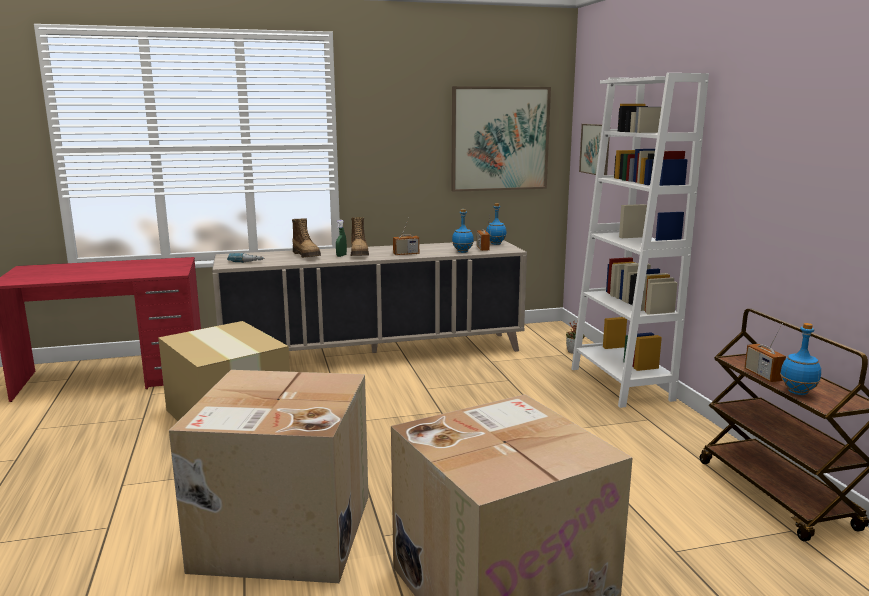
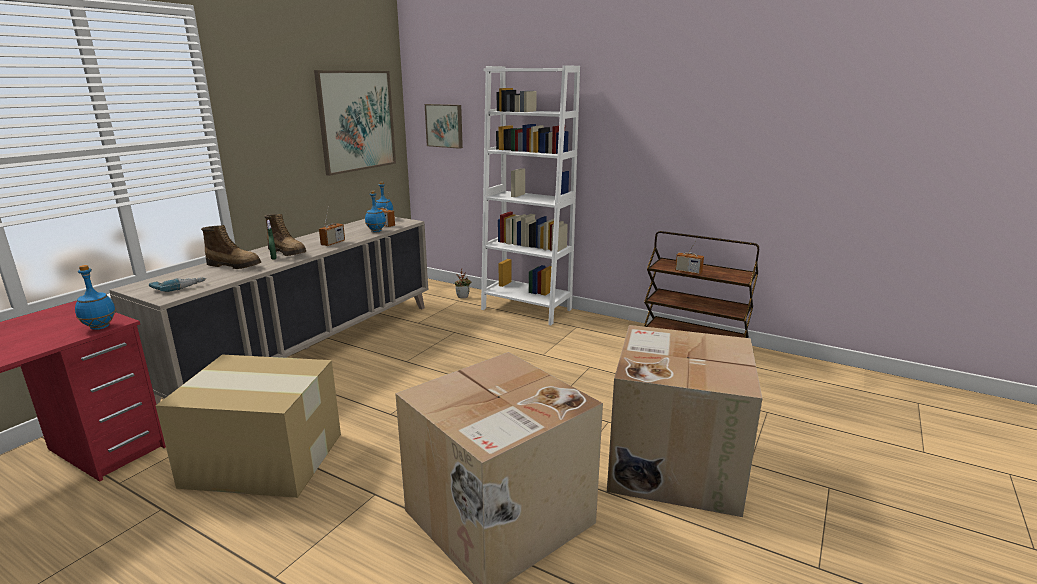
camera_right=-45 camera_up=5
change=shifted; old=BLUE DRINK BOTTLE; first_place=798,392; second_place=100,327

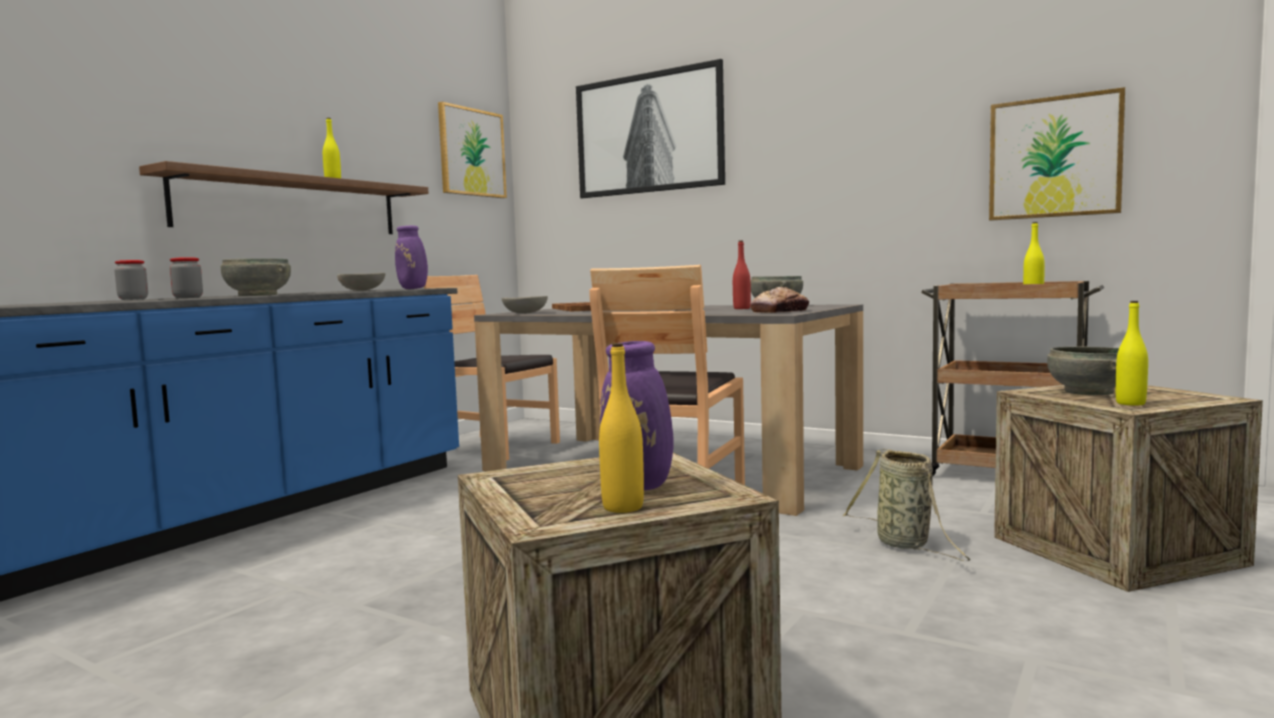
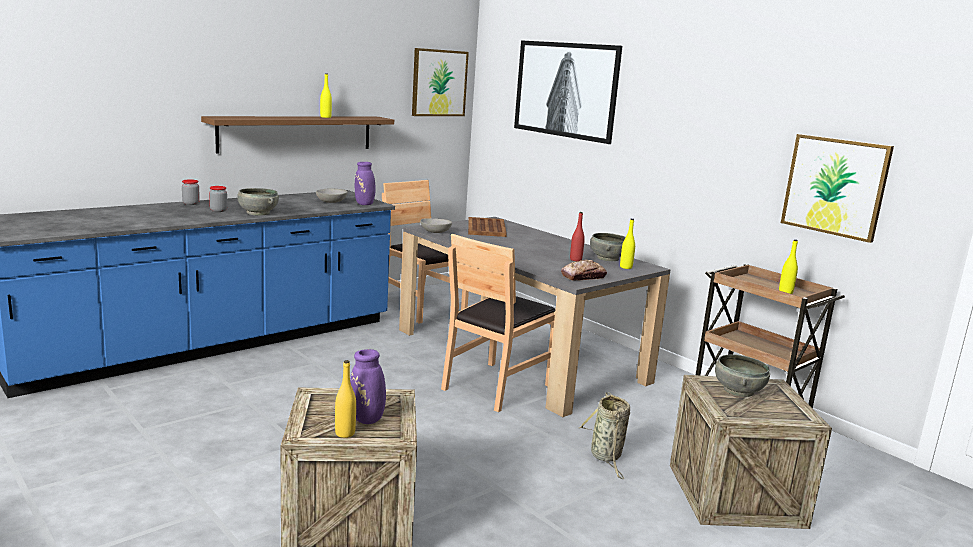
camera_right=15 camera_up=10
change=shifted; old=YELLOWISH DRINK BOTTLE; first_place=1130,403; second_place=626,267

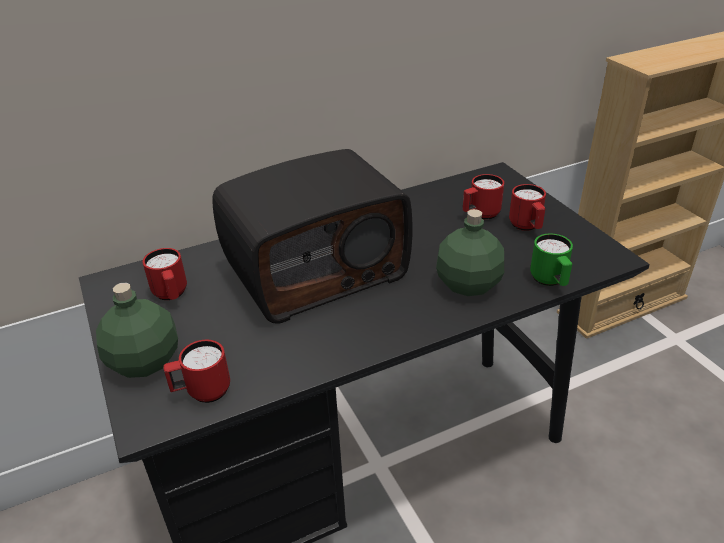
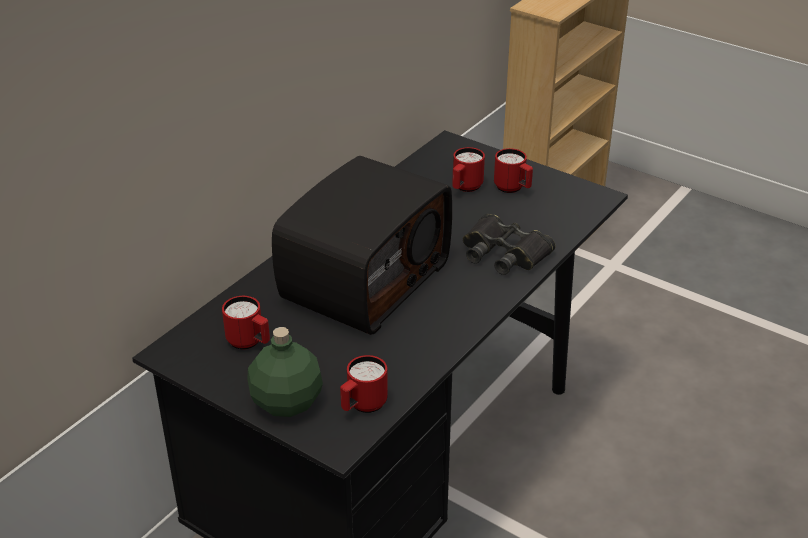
camera_right=-30 camera_up=0
change=swapped; old=GREENISH DRINK BOTTLE; new=BLACKISH PAIR OF BINOCULARS; first_place=469,285; second_place=504,253
change=gone; old=GREENISH COFFEE MUG; first_place=550,281

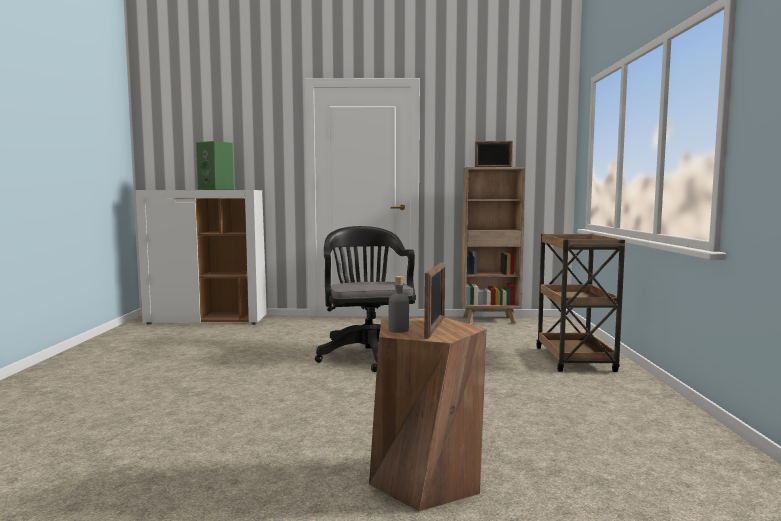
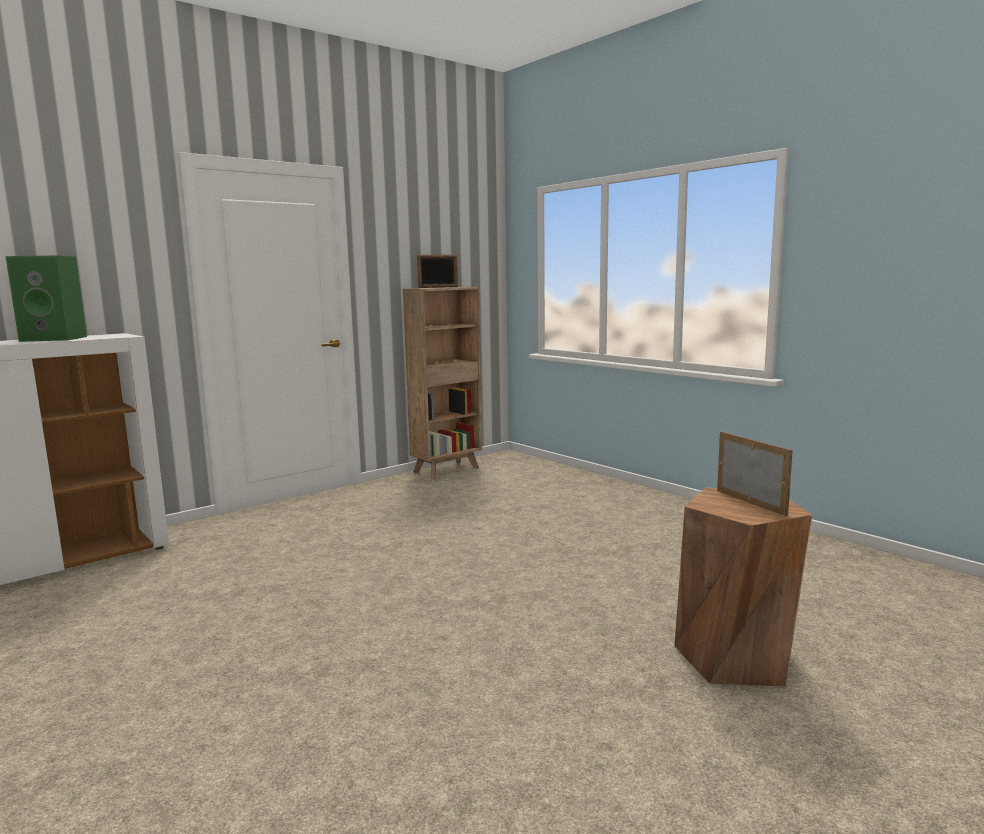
camera_right=-40 camera_up=5
change=gone; old=BLACKISH OFFICE CHAIR; first_place=367,354
change=gone; old=GREY DRINK BOTTLE; first_place=398,330
change=gone; old=BROWN-COLOURED CART; first_place=575,360

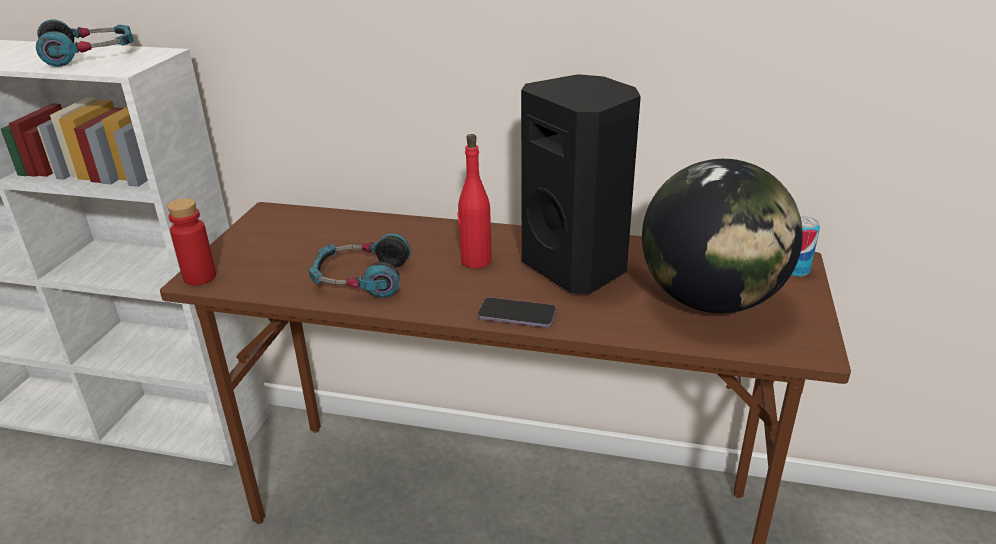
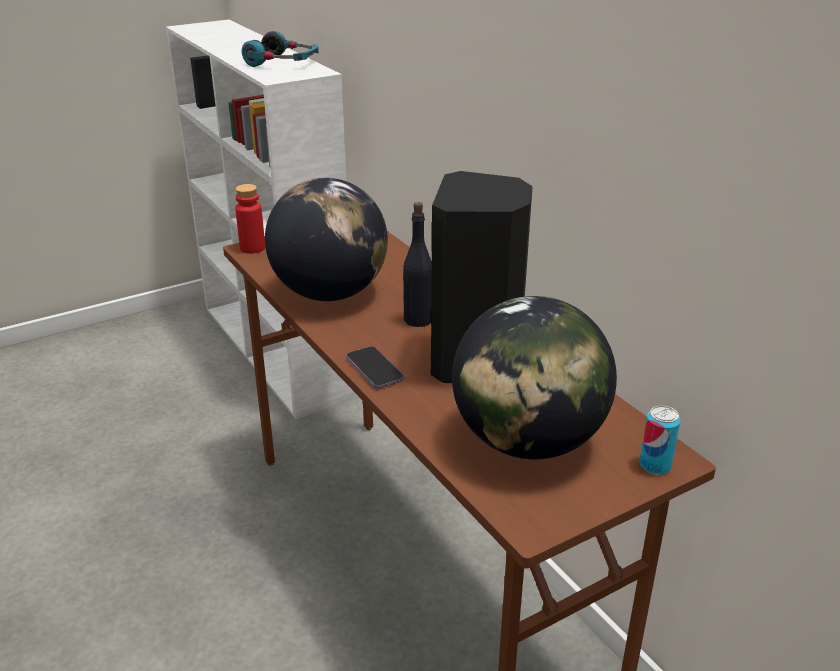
camera_right=45 camera_up=0
change=swapped; old=PAIR OF HEADPHONES; new=WORLD GLOBE; first_place=361,278; second_place=330,294
change=repainted; old=RED-COLOURED DRINK BOTTLE; new=BLACKISH DRINK BOTTLE; first_place=475,261; second_place=417,319

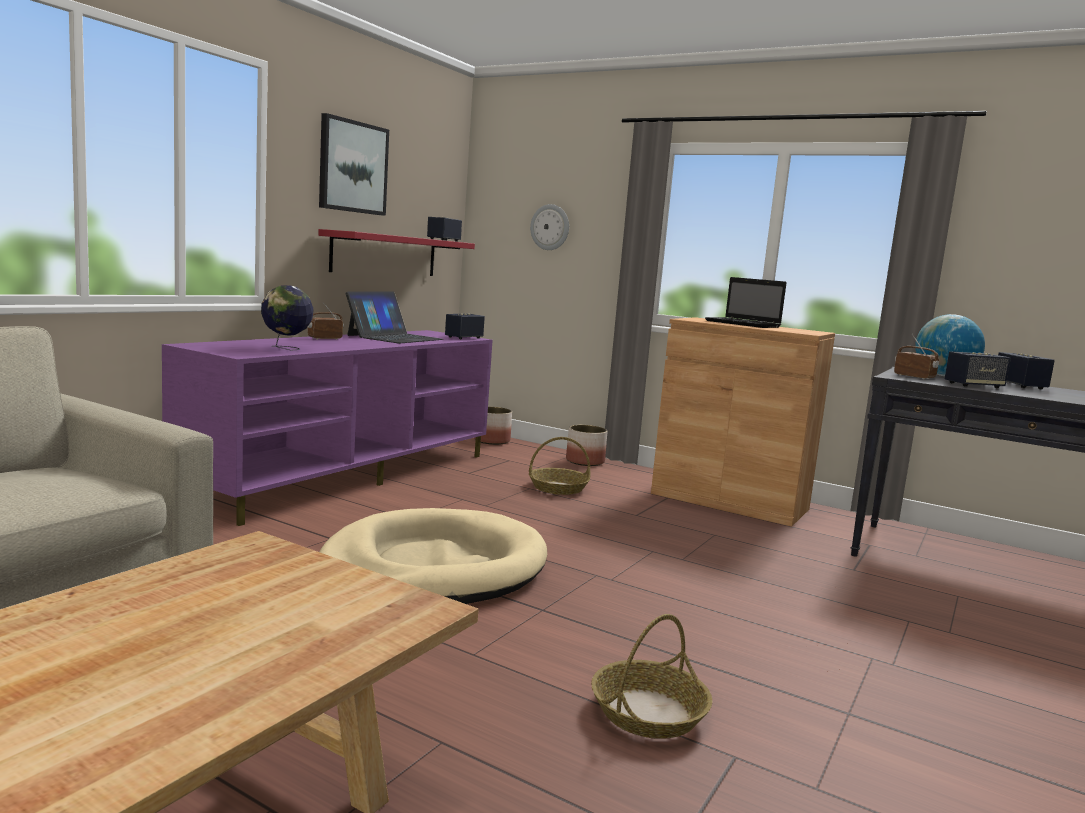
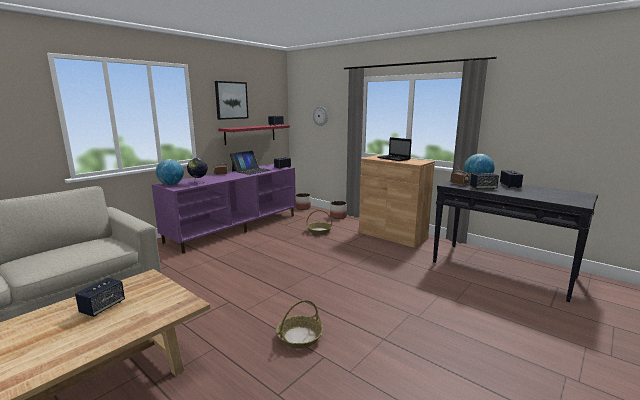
camera_right=10 camera_up=5
change=new; new=LOUDSPEAKER; second_place=103,307
change=new; new=WORLD GLOBE; second_place=171,184
change=gone; old=SAND-COLOURED PET BED; first_place=434,567

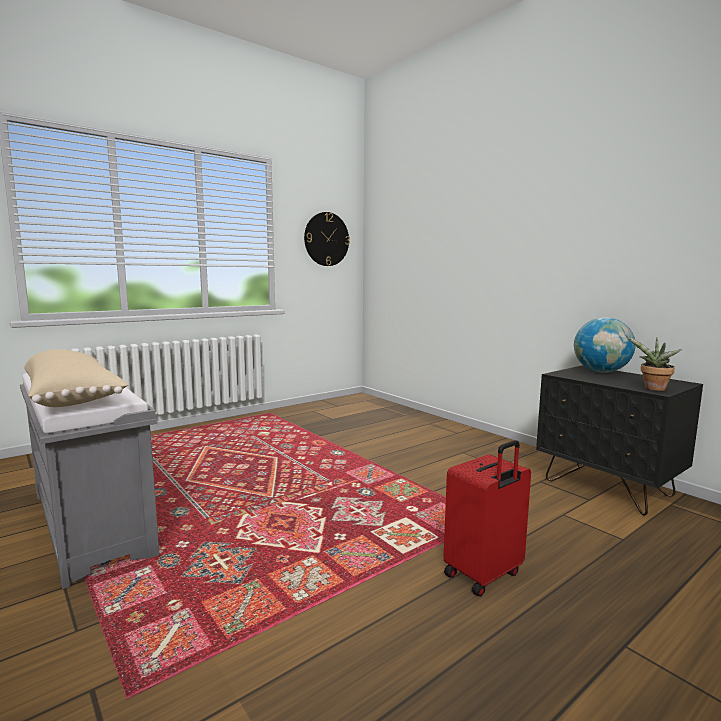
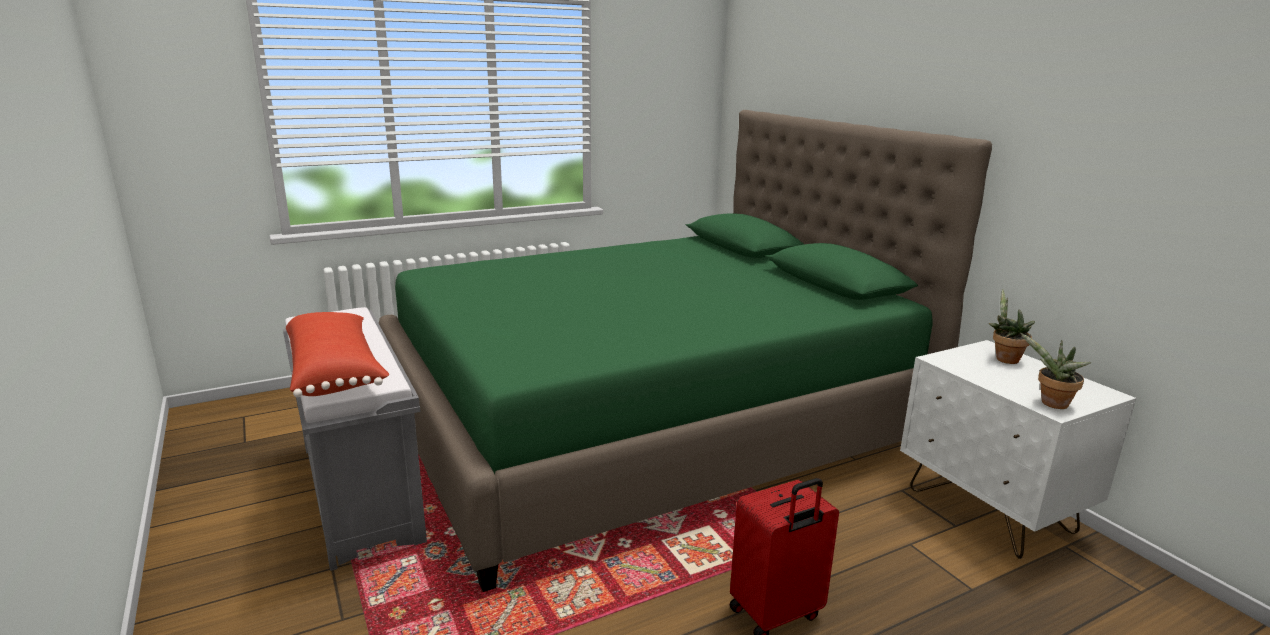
camera_right=10 camera_up=10
change=repainted; old=SAND-COLOURED PILLOW; new=RED-COLOURED PILLOW; first_place=73,397; second_place=336,372
change=new; new=GREENISH BEDROOM BED; second_place=649,422
change=repainted; old=BLACKISH BEDSIDE TABLE; new=WHITE-COLOURED BEDSIDE TABLE; first_place=608,488; second_place=990,511
change=swapped; old=WORLD GLOBE; new=POTTED PLANT; first_place=601,372; second_place=1004,358
change=gone; old=WALL CLOCK; first_place=326,239

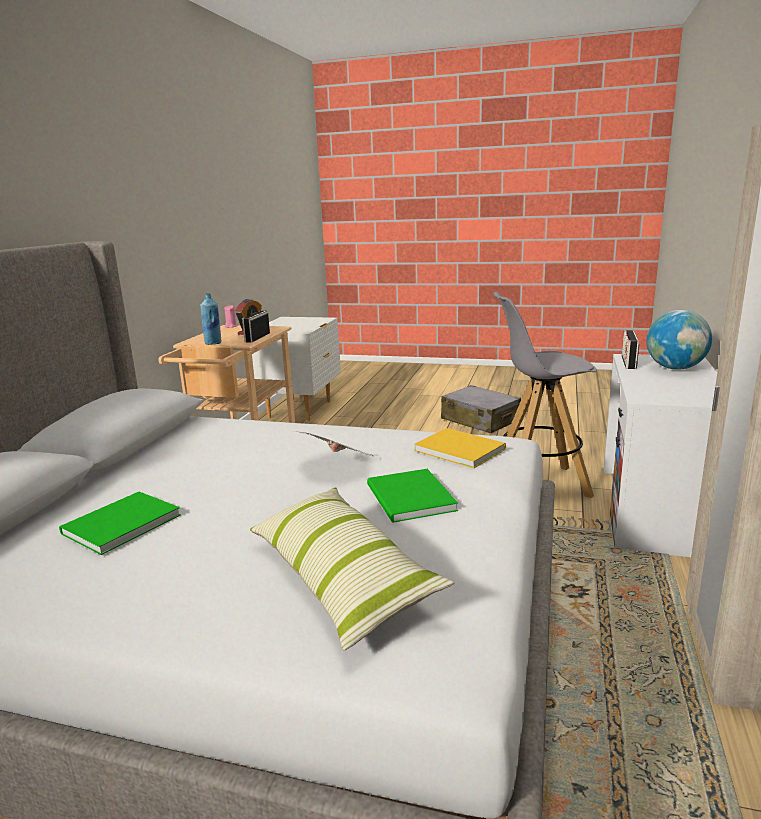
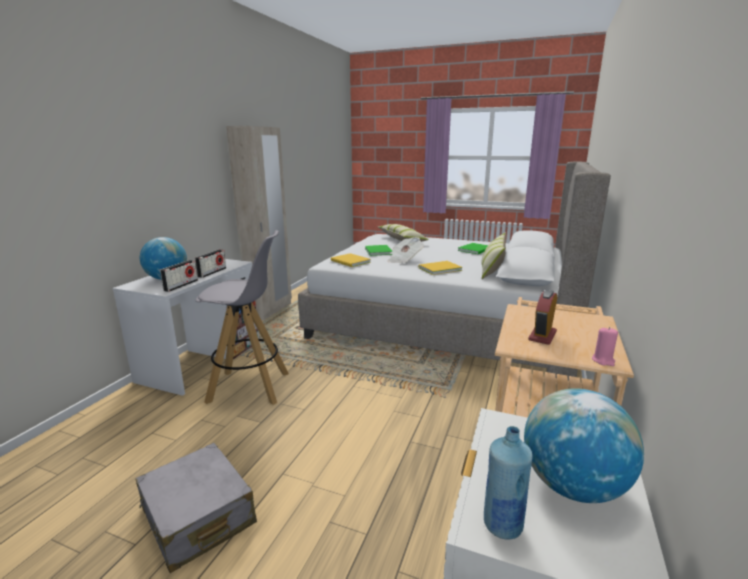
camera_right=-175 camera_up=0
change=shifted; old=RADIO RECEIVER; first_place=257,337; second_place=212,272
change=new; new=YELLOWISH BOUND BOOK; second_place=438,269
change=new; new=PILLOW; second_place=492,269
change=shifted; old=BLUE DRINK BOTTLE; first_place=213,343; second_place=502,525
change=new; new=WORLD GLOBE; second_place=572,486

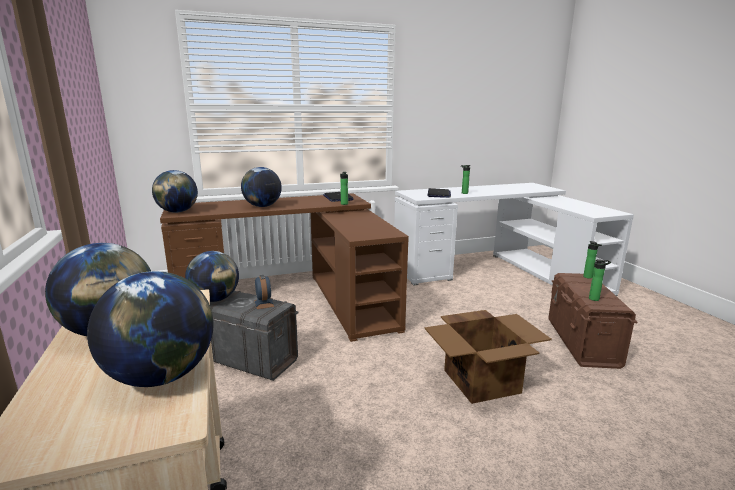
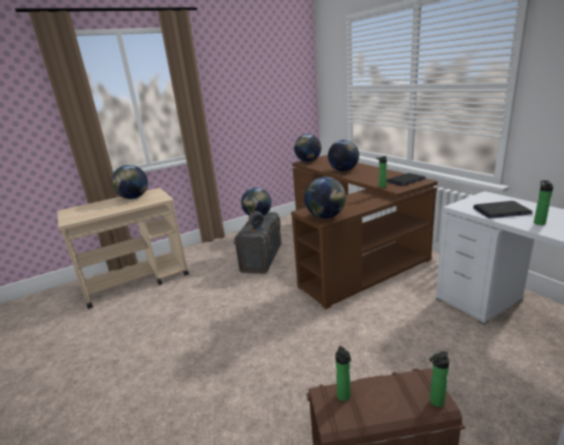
camera_right=80 camera_up=5
change=shifted; old=WORLD GLOBE; first_place=162,376; second_place=325,217
change=gone; old=CARDBOARD BOX; first_place=482,381

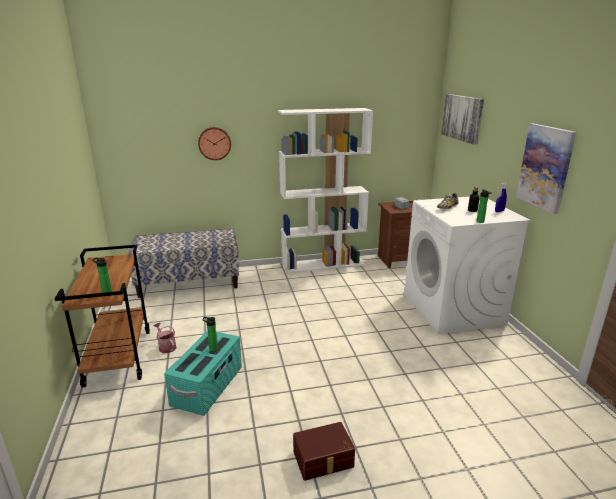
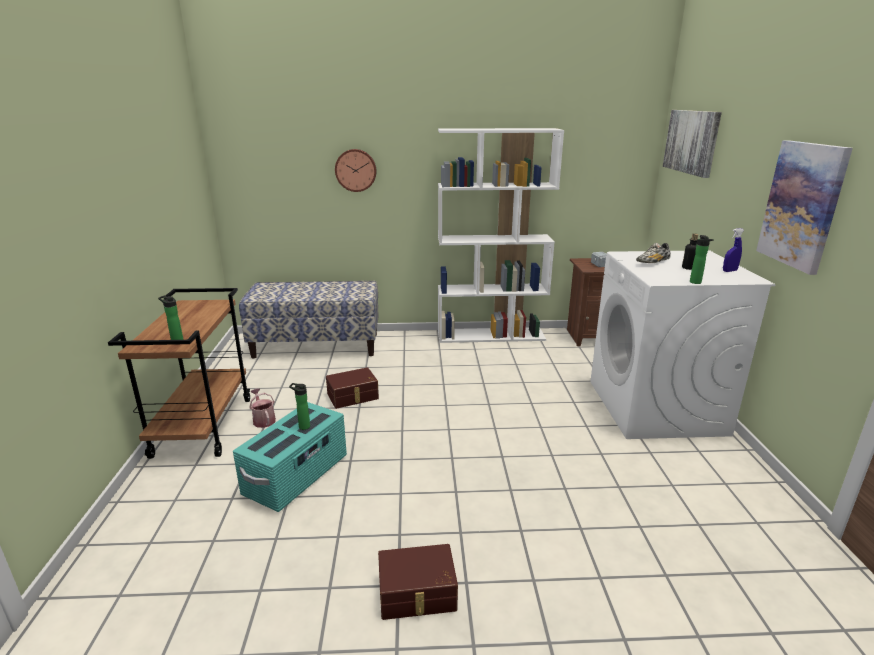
camera_right=10 camera_up=0
change=new; new=BROWN-COLOURED STORAGE BIN; second_place=353,396

